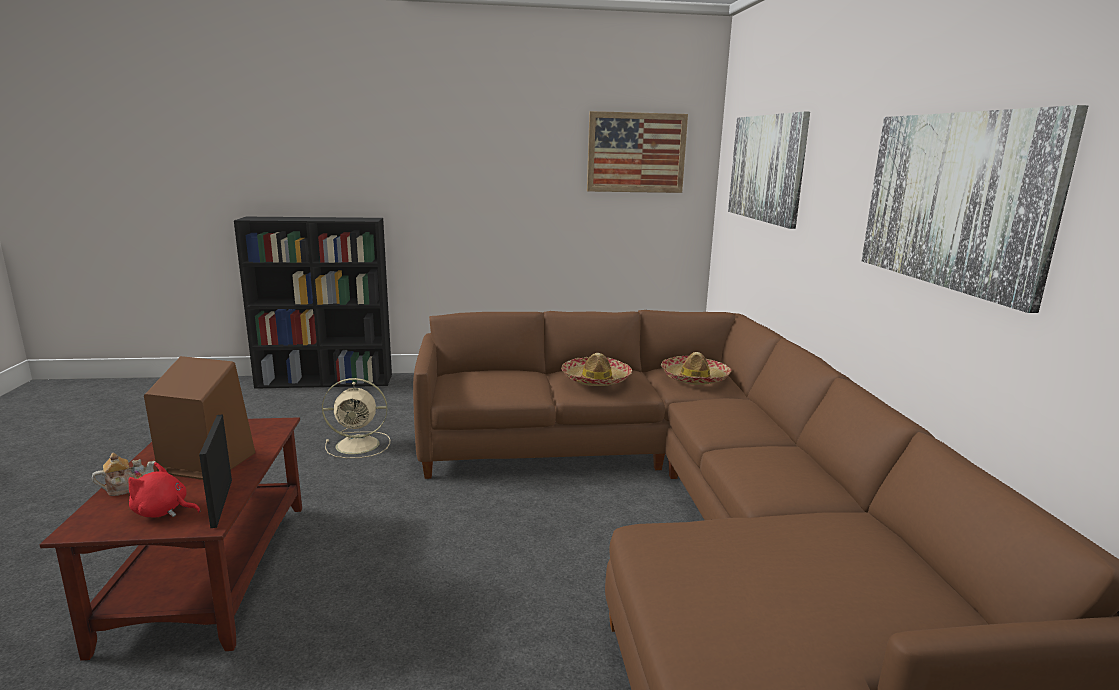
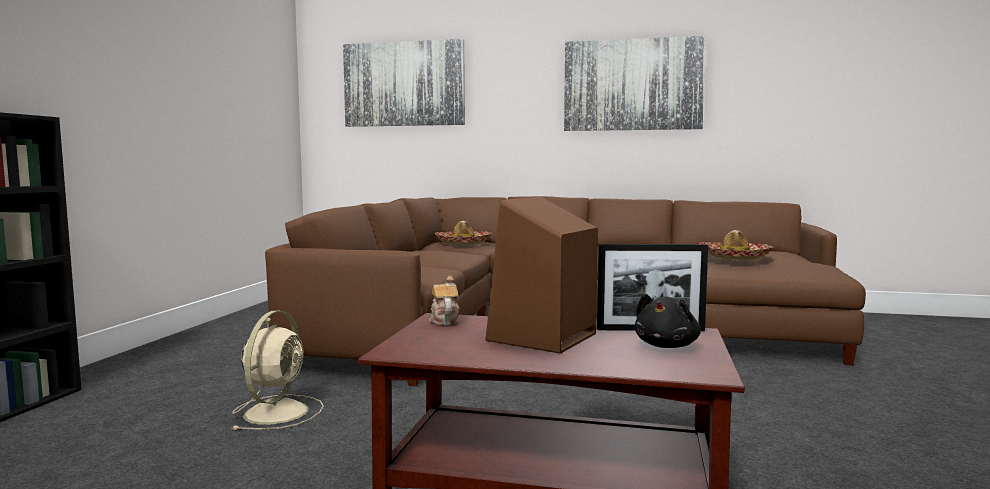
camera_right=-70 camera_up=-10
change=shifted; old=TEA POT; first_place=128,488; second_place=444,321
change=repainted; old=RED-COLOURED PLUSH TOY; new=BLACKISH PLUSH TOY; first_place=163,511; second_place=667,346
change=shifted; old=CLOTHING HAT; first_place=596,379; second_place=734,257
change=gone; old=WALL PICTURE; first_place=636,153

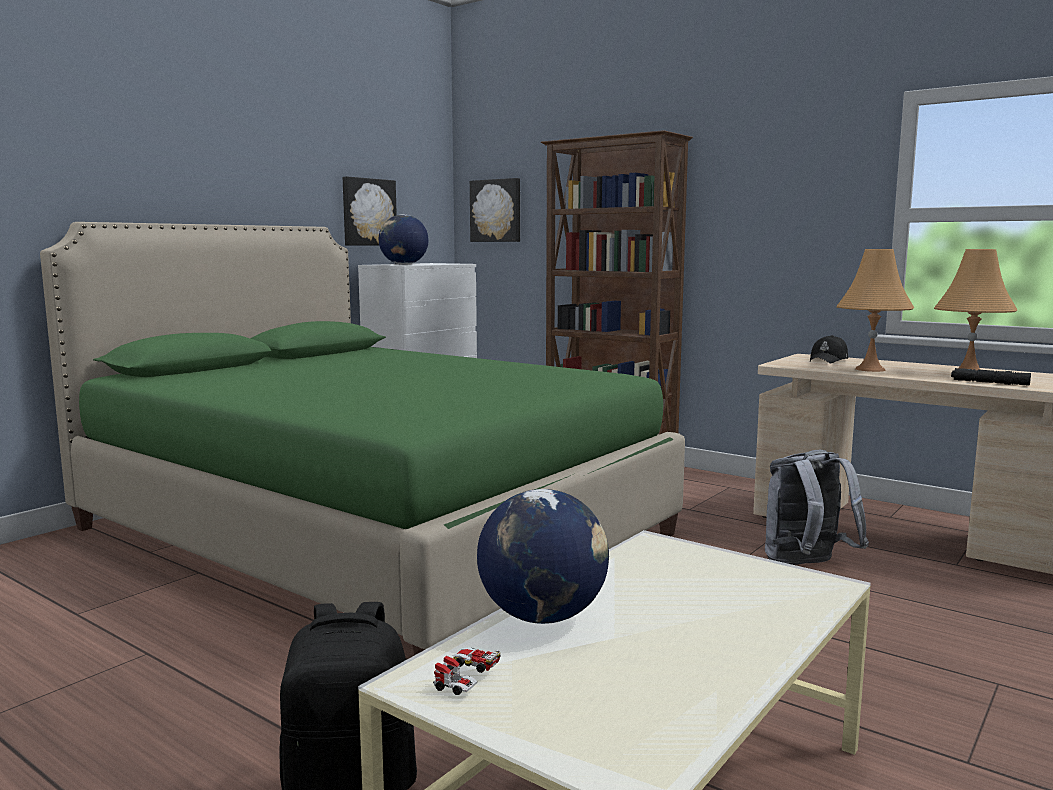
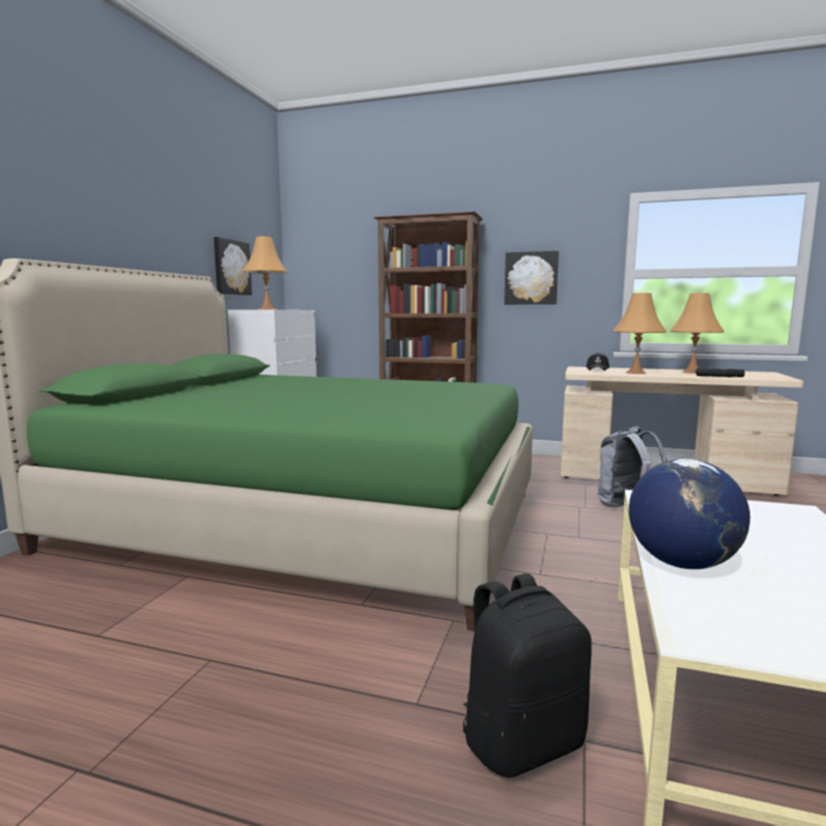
camera_right=-20 camera_up=0
change=swapped; old=WORLD GLOBE; new=ORANGE TABLE LAMP; first_place=403,264; second_place=267,309
change=shifted; old=WALL PICTURE; first_place=496,210; second_place=531,278
change=gone; old=TOY CAR; first_place=465,677

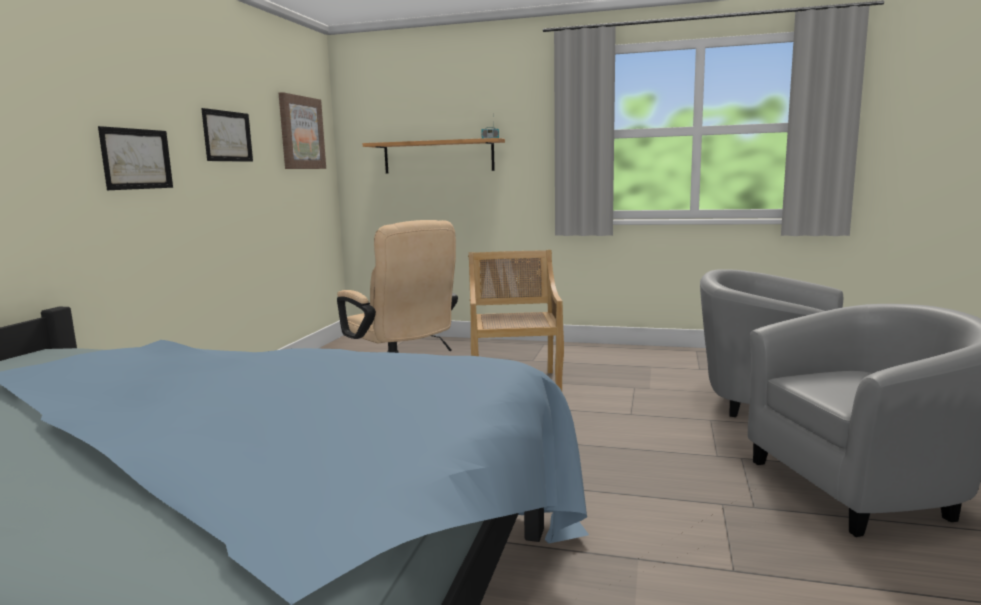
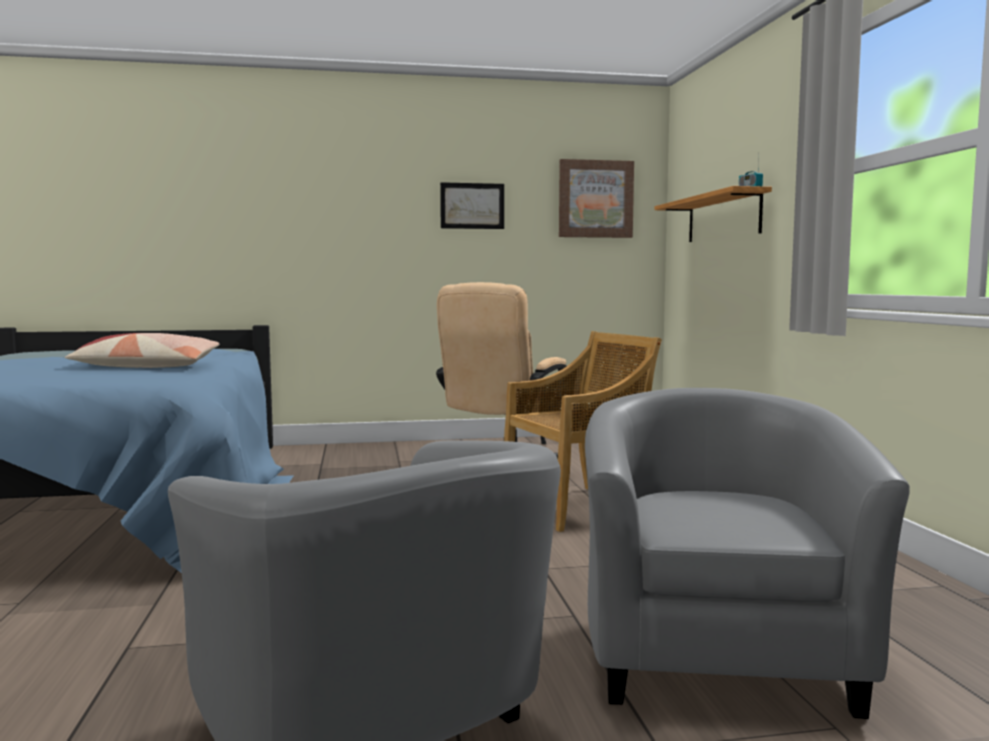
camera_right=65 camera_up=-5
change=new; new=PILLOW; second_place=146,366
change=gone; old=WALL PICTURE; first_place=137,159

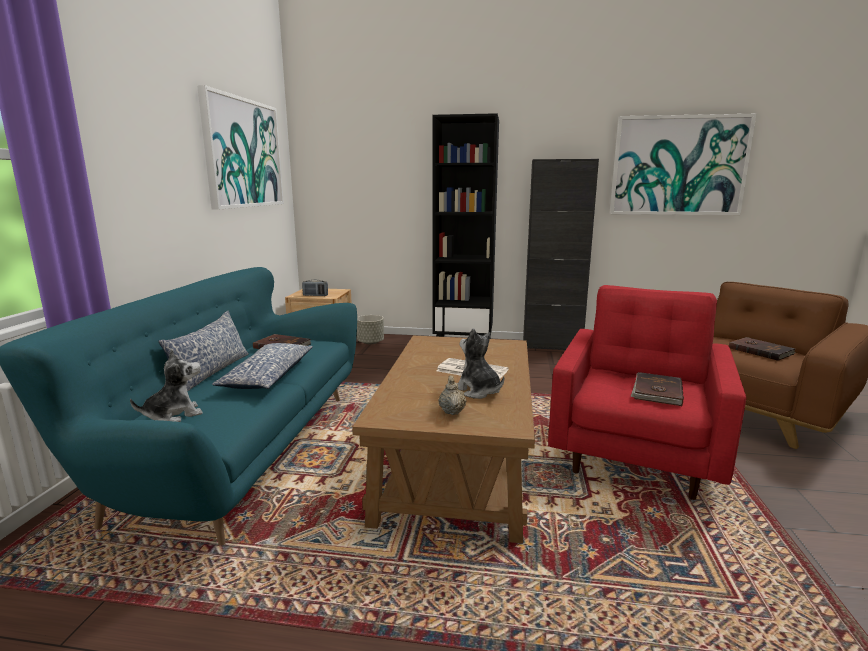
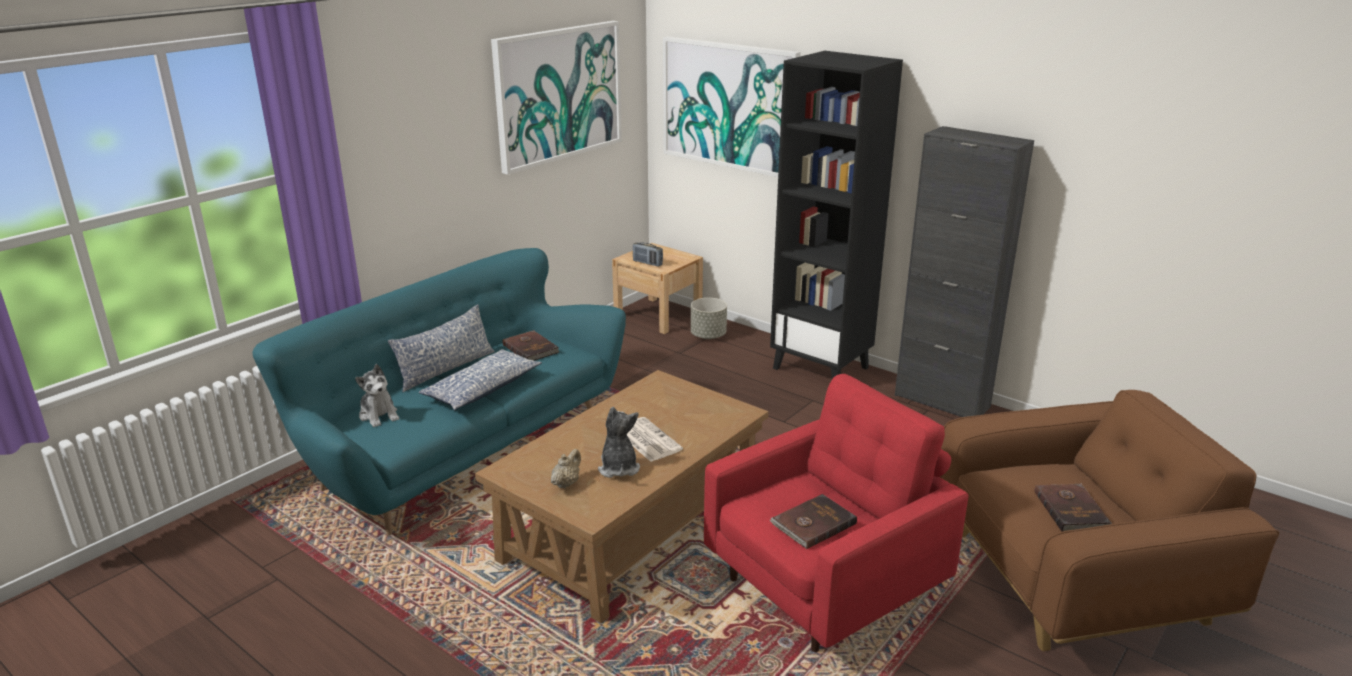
camera_right=30 camera_up=10
change=rotated; old=PLUSH TOY; first_place=174,415; second_place=379,415; degrees=60
change=shifted; old=WALL PICTURE; first_place=678,166; second_place=729,105

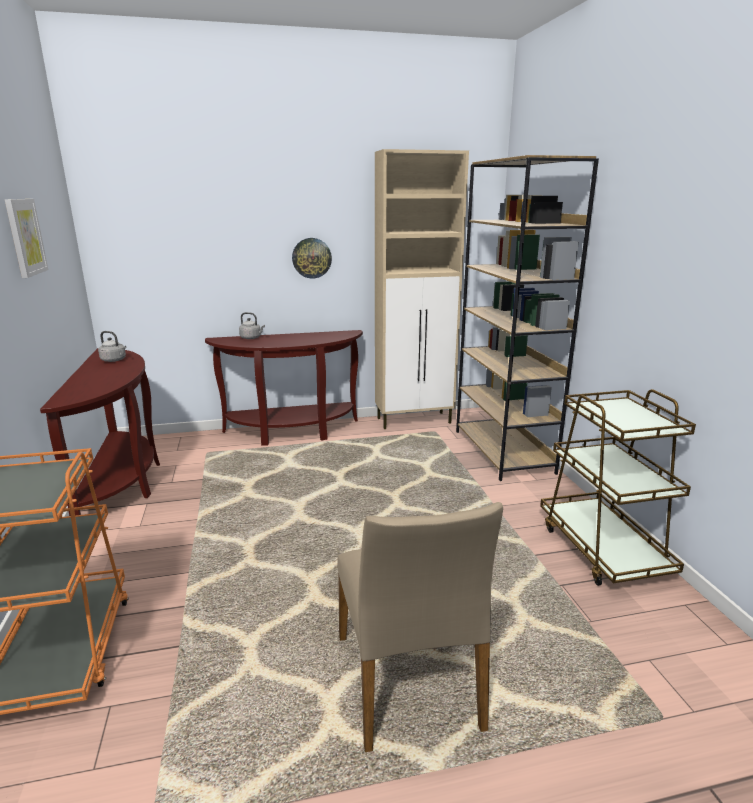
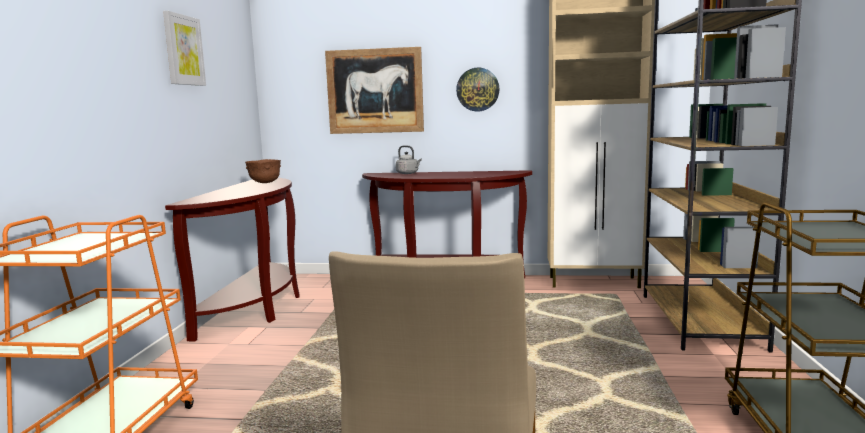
camera_right=20 camera_up=-10
change=swapped; old=GREY KETTLE; new=BROWN-COLOURED DEEP DISH; first_place=114,360; second_place=265,183
change=new; new=WALL PICTURE; second_place=375,91

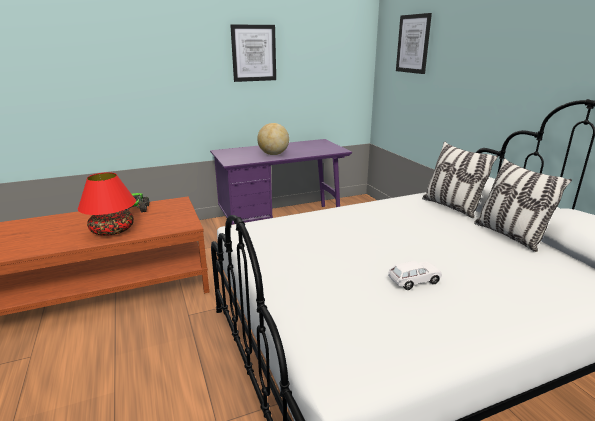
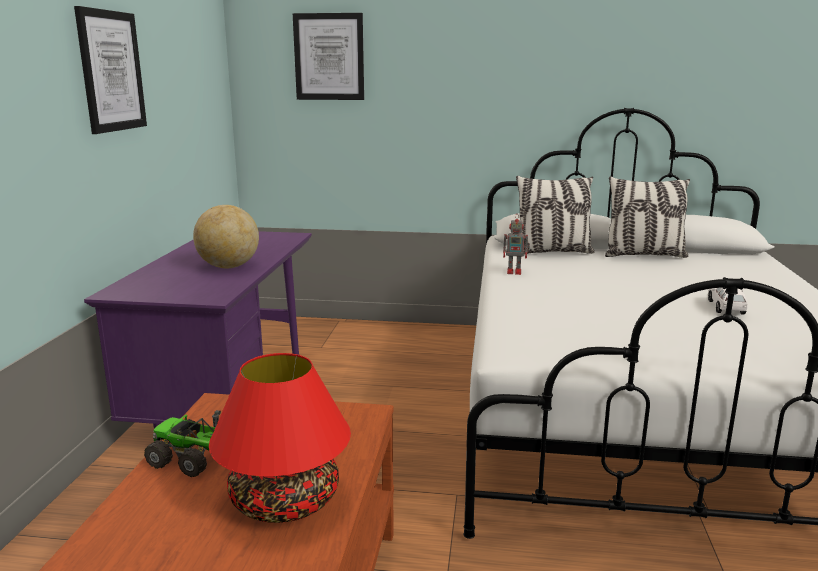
camera_right=-60 camera_up=-5
change=new; new=MODEL ROBOT; second_place=515,272

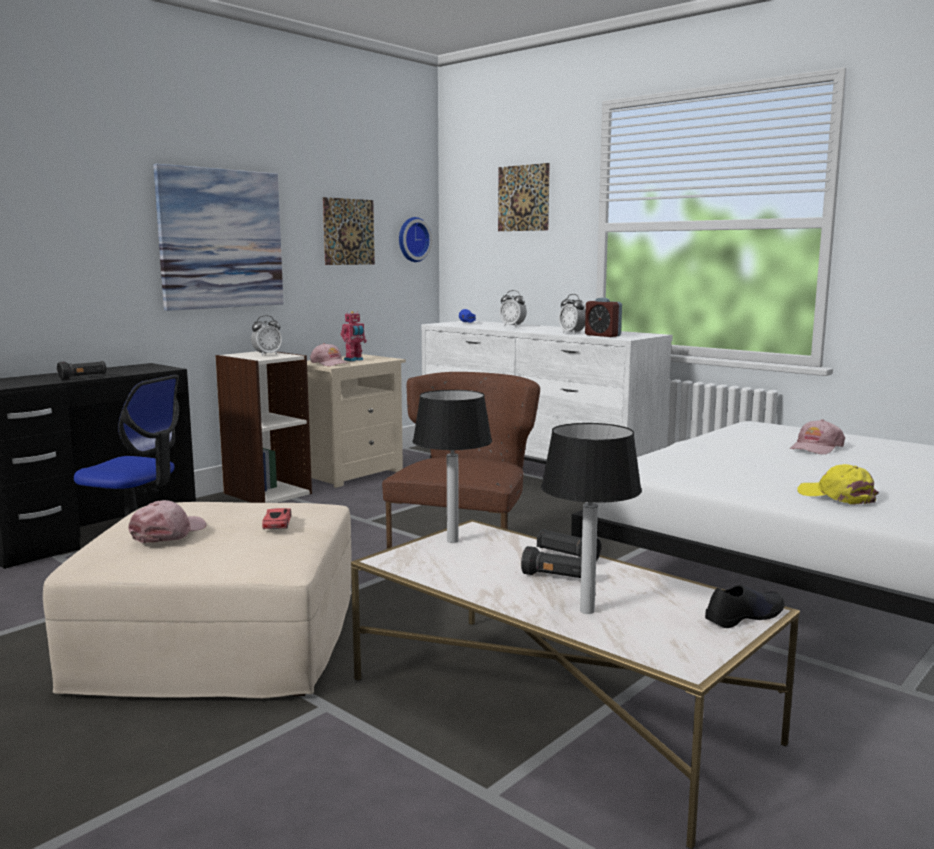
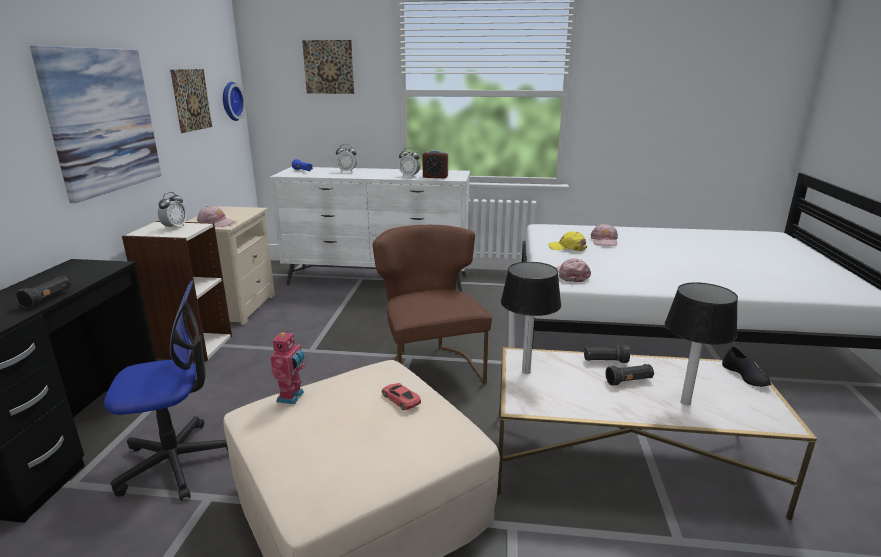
camera_right=-35 camera_up=10
change=shifted; old=MODEL ROBOT; first_place=354,360; second_place=292,397
change=shifted; old=YELLOWISH PEAKED CAP; first_place=837,496; second_place=567,247
change=shifted; old=PINK-COLOURED PEAKED CAP; first_place=169,532; second_place=571,275
change=rotated; old=BLACKISH LOW SHOE; first_place=744,616; second_place=745,376; degrees=135

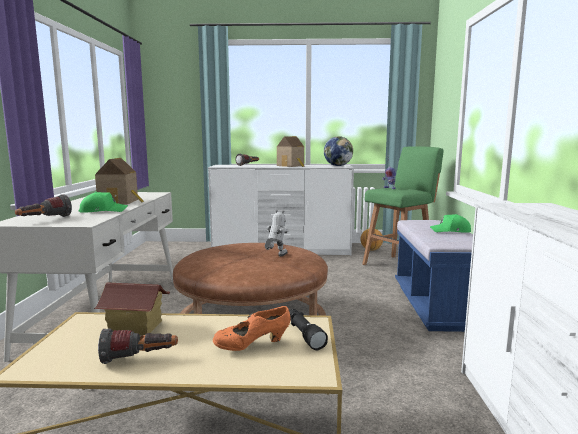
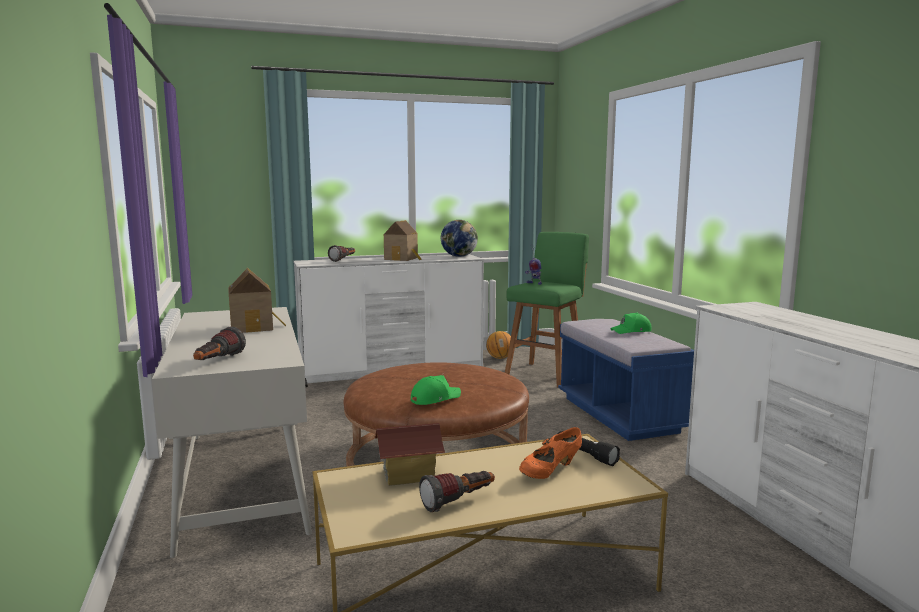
camera_right=-20 camera_up=0
change=shifted; old=GREENISH PEAKED CAP; first_place=103,211; second_place=434,398
change=gone; old=MODEL ROBOT; first_place=275,256

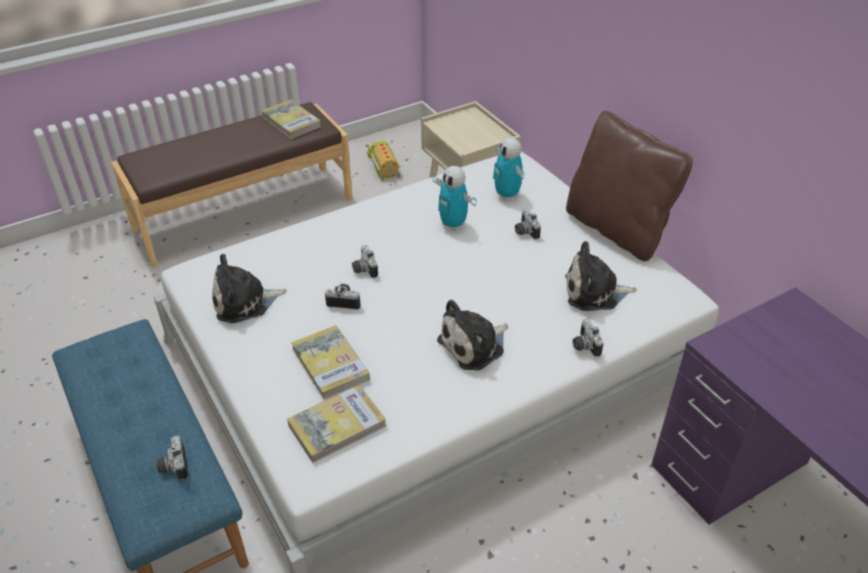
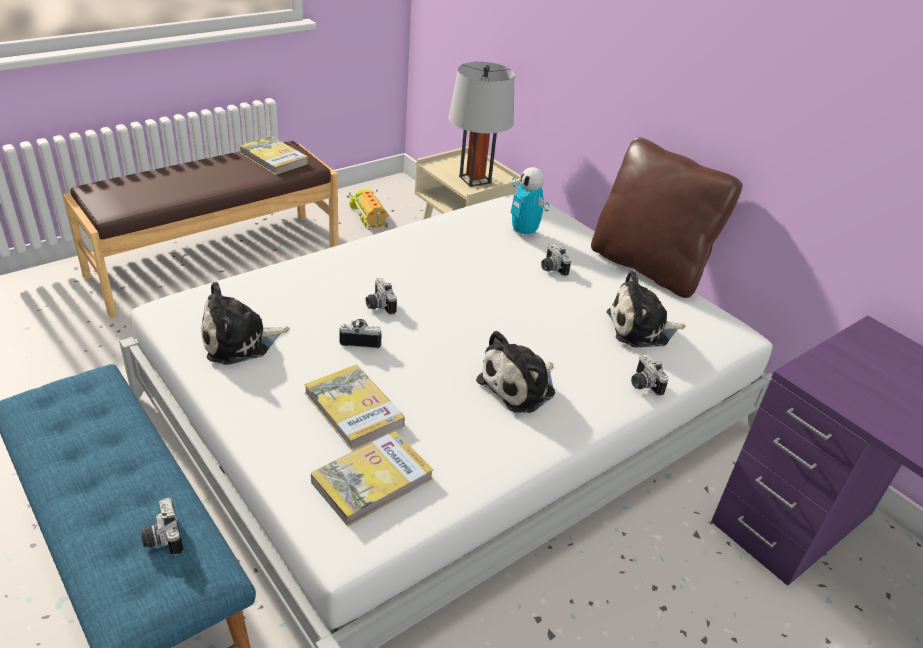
camera_right=-10 camera_up=-5
change=new; new=GREY TABLE LAMP; second_place=475,179
change=gone; old=MODEL ROBOT; first_place=453,224

